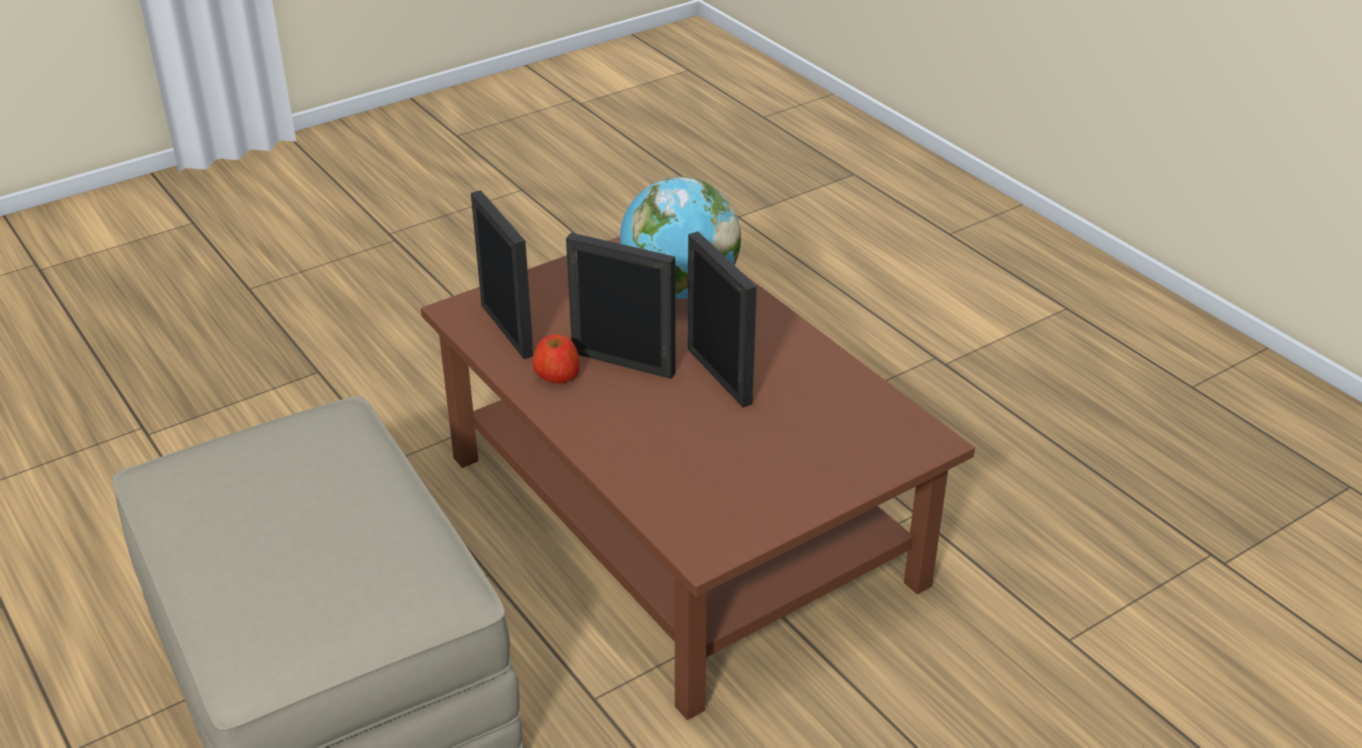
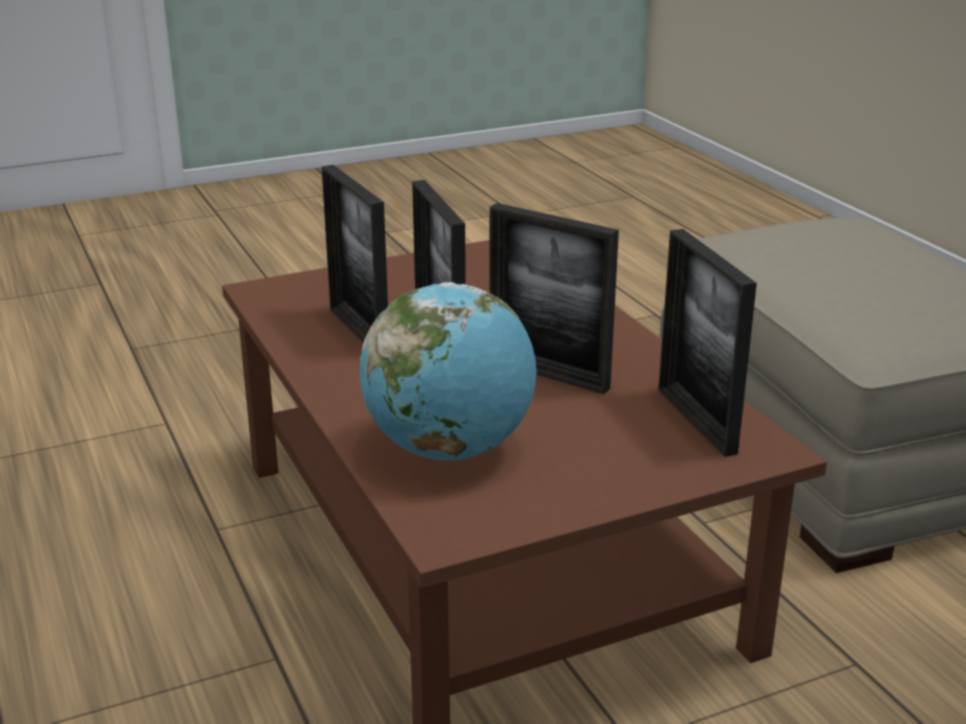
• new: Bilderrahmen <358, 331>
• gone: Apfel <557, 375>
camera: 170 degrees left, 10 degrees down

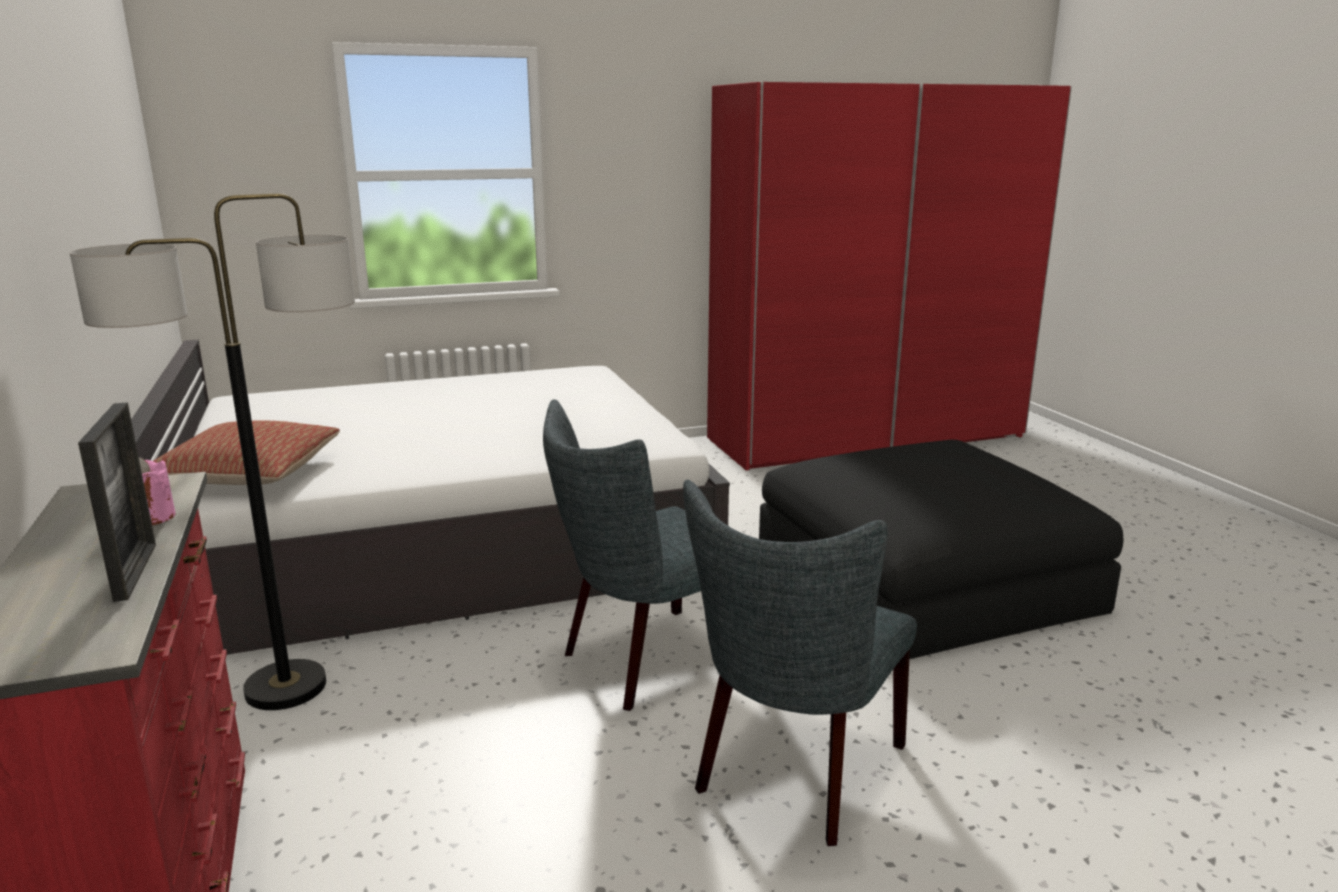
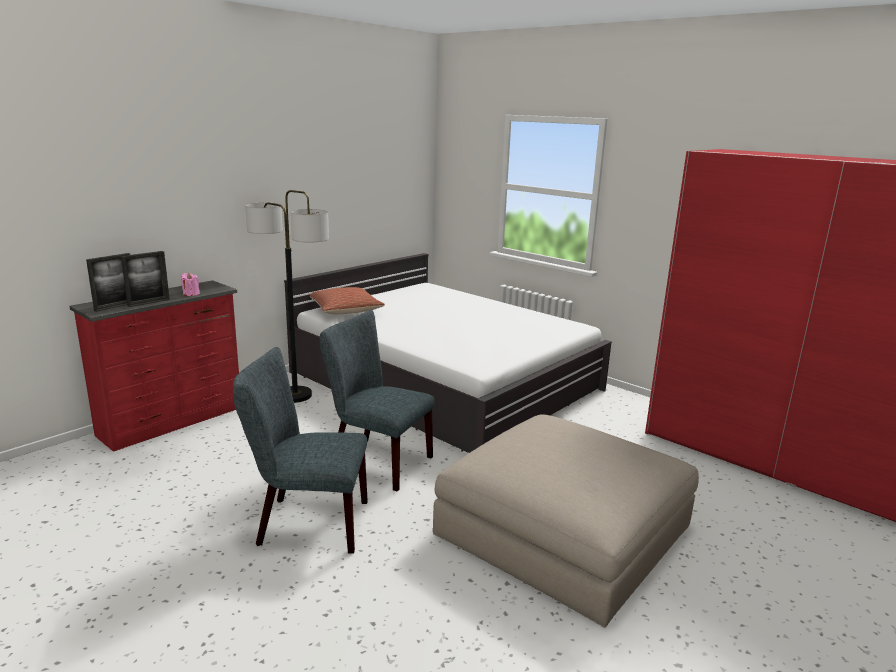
• new: Bilderrahmen <115, 306>
• repainted: Polsterhocker/schwarz <923, 578> to Polsterhocker/beige <563, 530>
camera: 60 degrees right, 0 degrees up

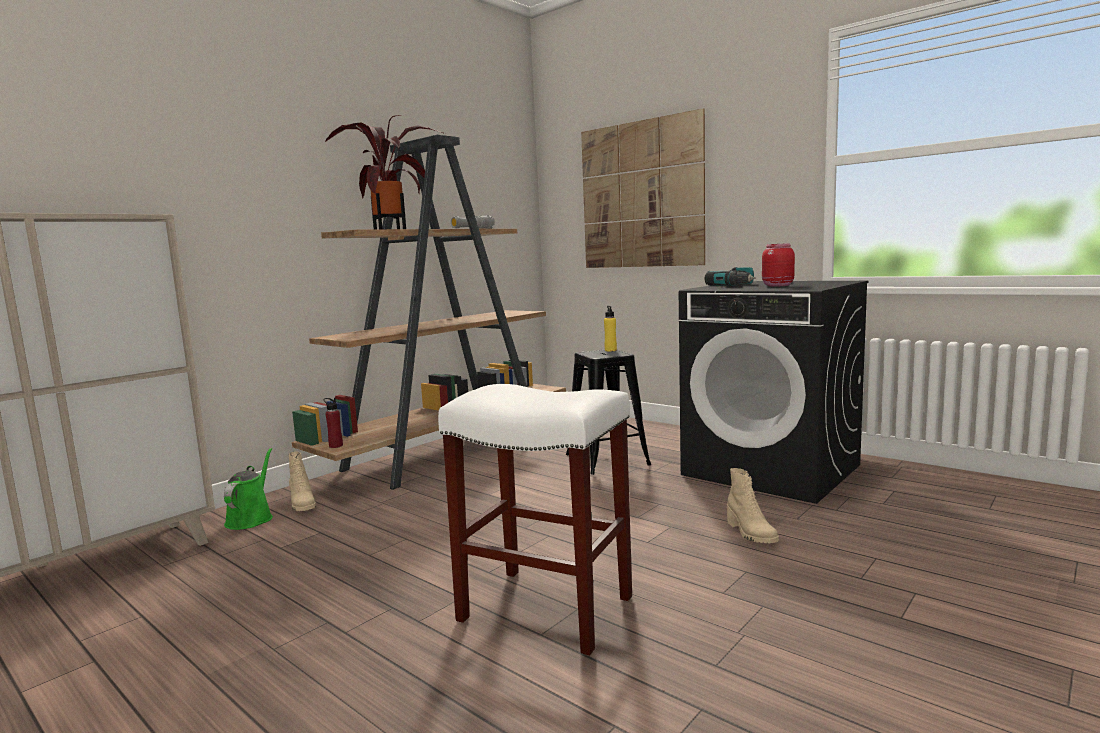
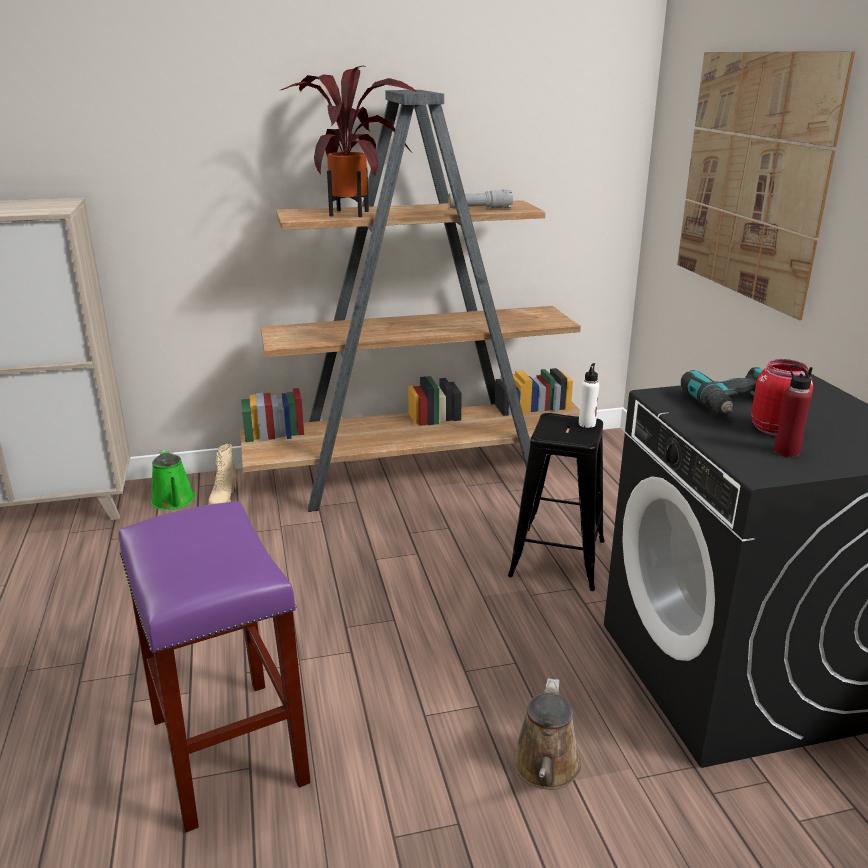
• repainted: Hocker/weiß <543, 608> to Hocker/lila <226, 748>
• rotated: Gießkanne/grün <251, 518> = <174, 501> 120 degrees clockwise
• swapped: Stiefel/beige <750, 533> to Gießkanne/braun <546, 769>
• repainted: Flasche/gelb <610, 350> to Flasche/weiß <587, 424>
• shifted: Flasche/rot <336, 446> to <786, 451>
camera: 35 degrees right, 15 degrees up

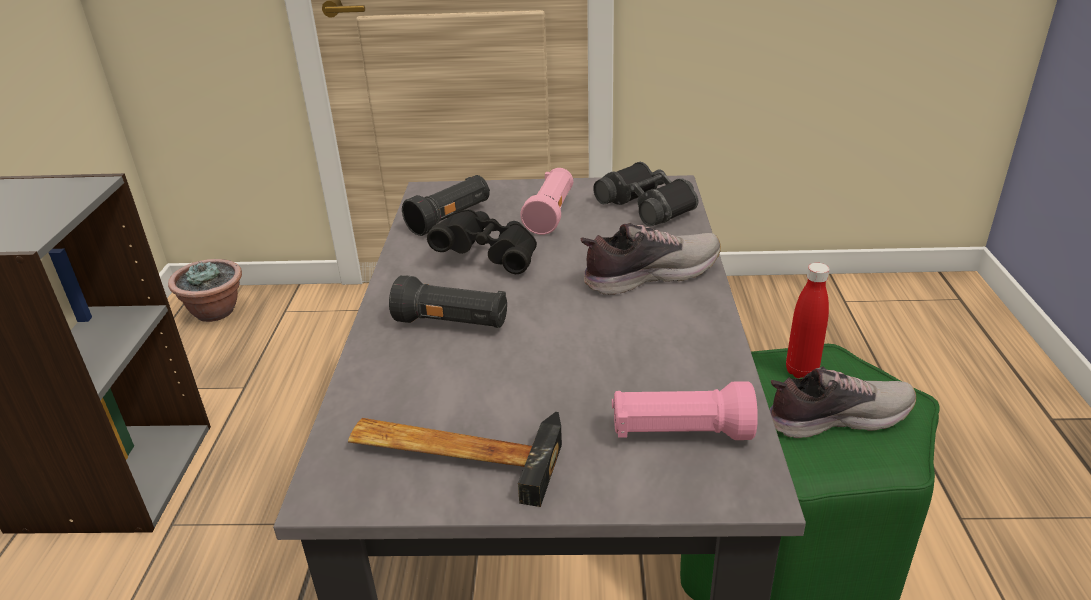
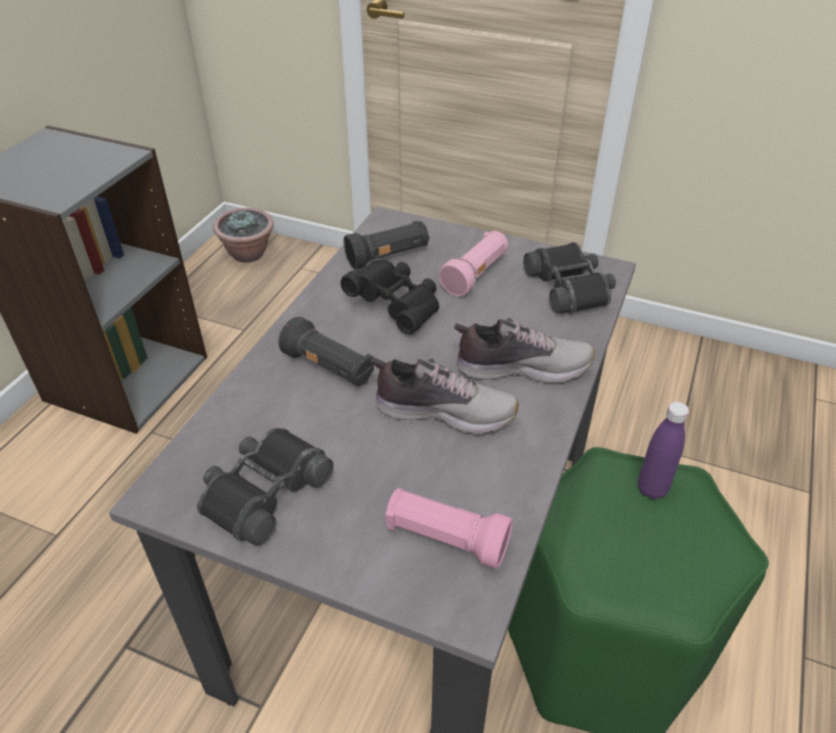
• swapped: Hammer <454, 450> to Fernglas/schwarz <264, 491>
• shifted: Schuh <835, 417> to <444, 410>
• repainted: Flasche/rot <801, 371> to Flasche/lila <652, 489>
camera: 20 degrees right, 10 degrees up

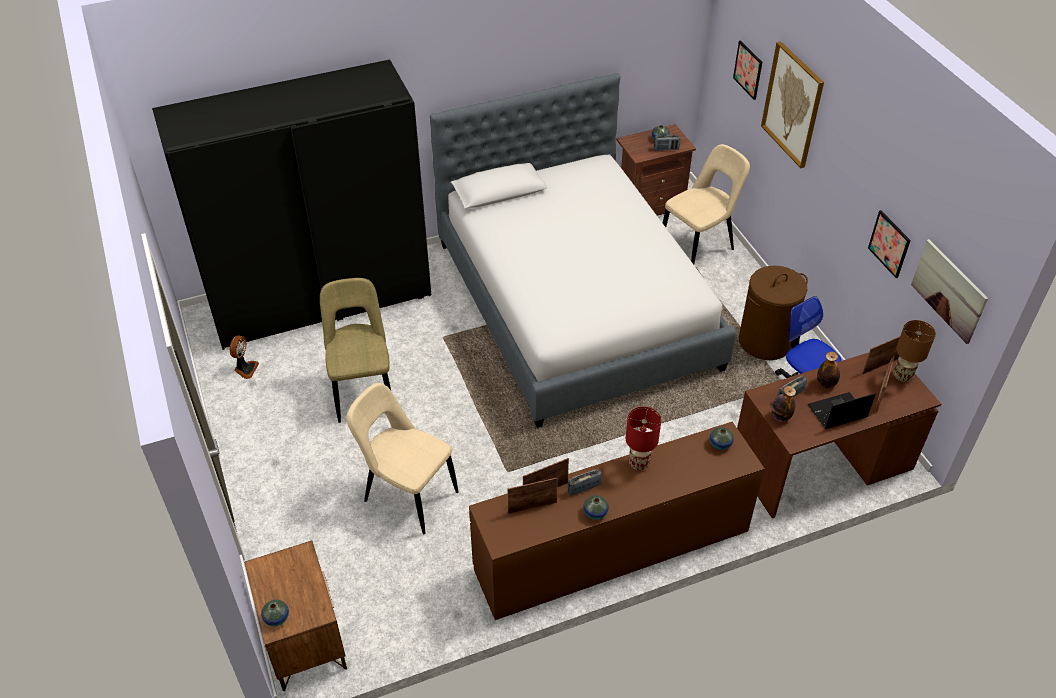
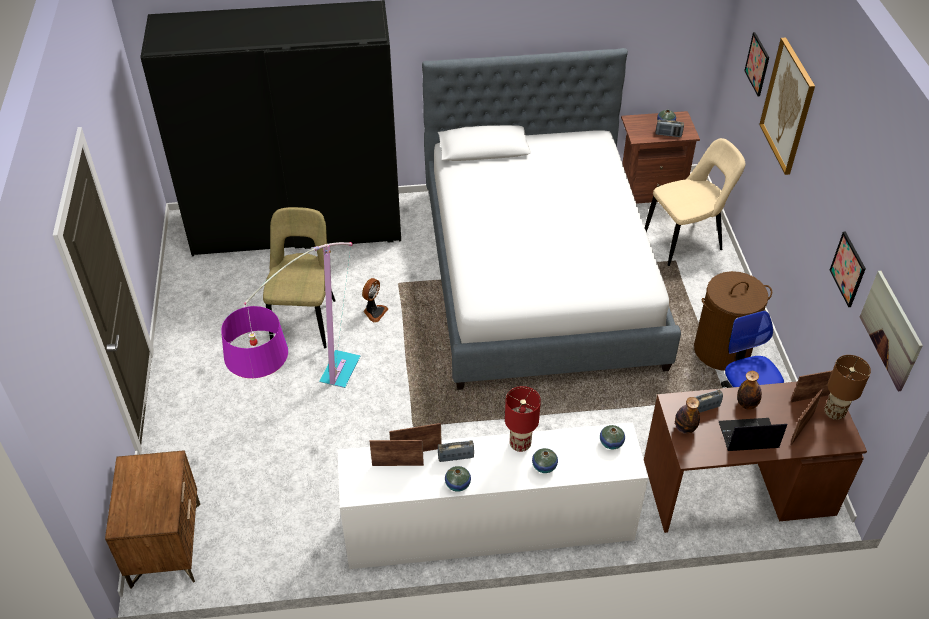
• swapped: Stuhl/beige <407, 495> to Stehlampe <310, 428>
• repainted: Kommode/braun <612, 549> to Kommode/weiß <489, 527>
• shifted: Ventilator <245, 369> to <374, 312>
• shifted: Vase <276, 618> to <544, 466>
camera: 15 degrees right, 0 degrees up

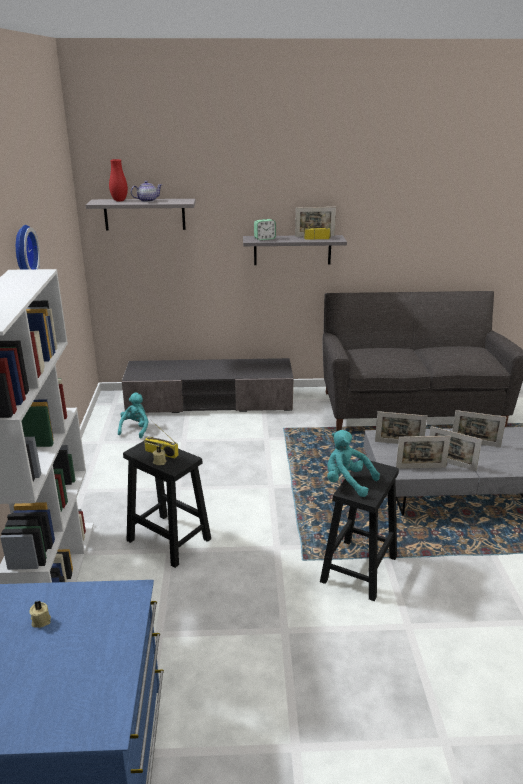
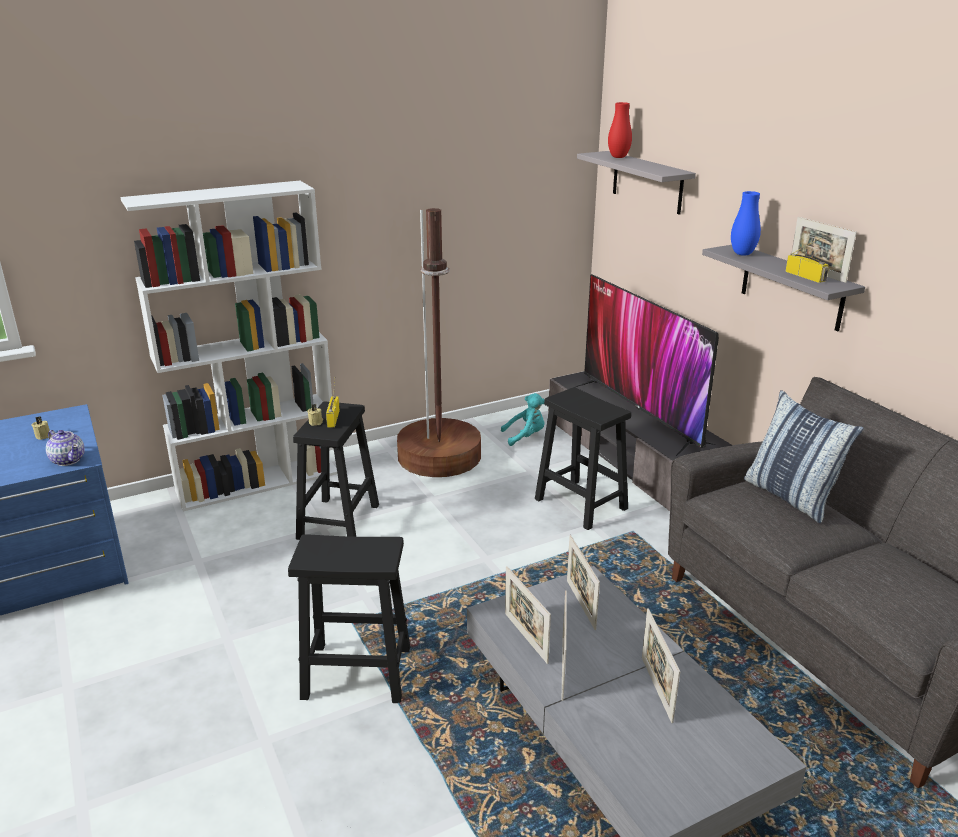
• shifted: Teekanne <147, 200> to <68, 460>
• new: Stehlampe/braun <440, 457>
• new: Hocker/schwarz <582, 504>
• new: Fernseher <641, 413>
• swapped: Wecker <264, 239> to Vase/blau <742, 254>
• new: Kissen <790, 497>
• gone: Wanduhr <22, 251>
• gone: Plüschtier/türkis <347, 482>
camera: 65 degrees right, 0 degrees up

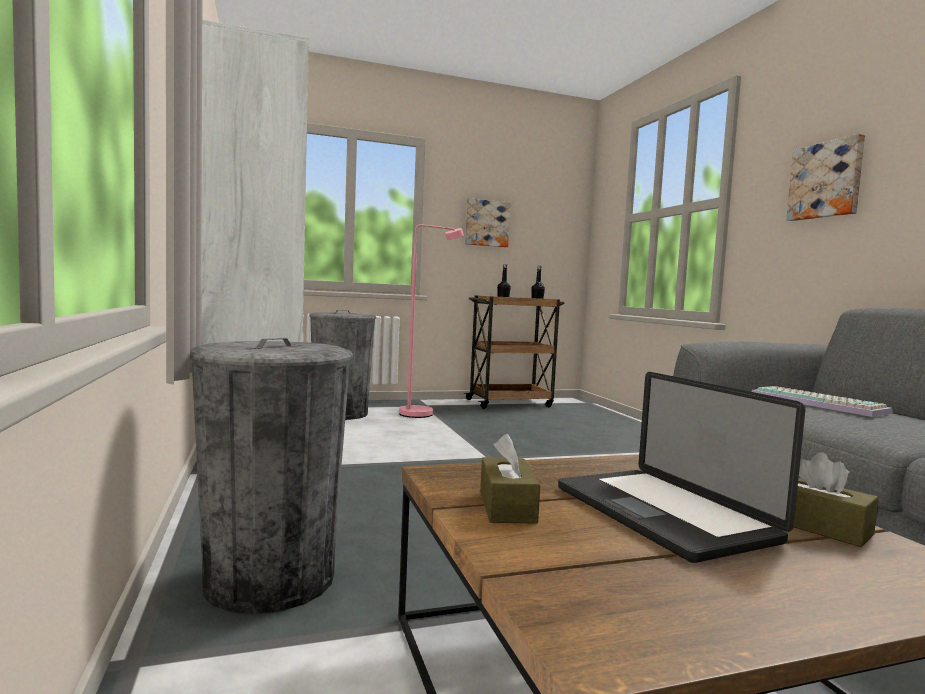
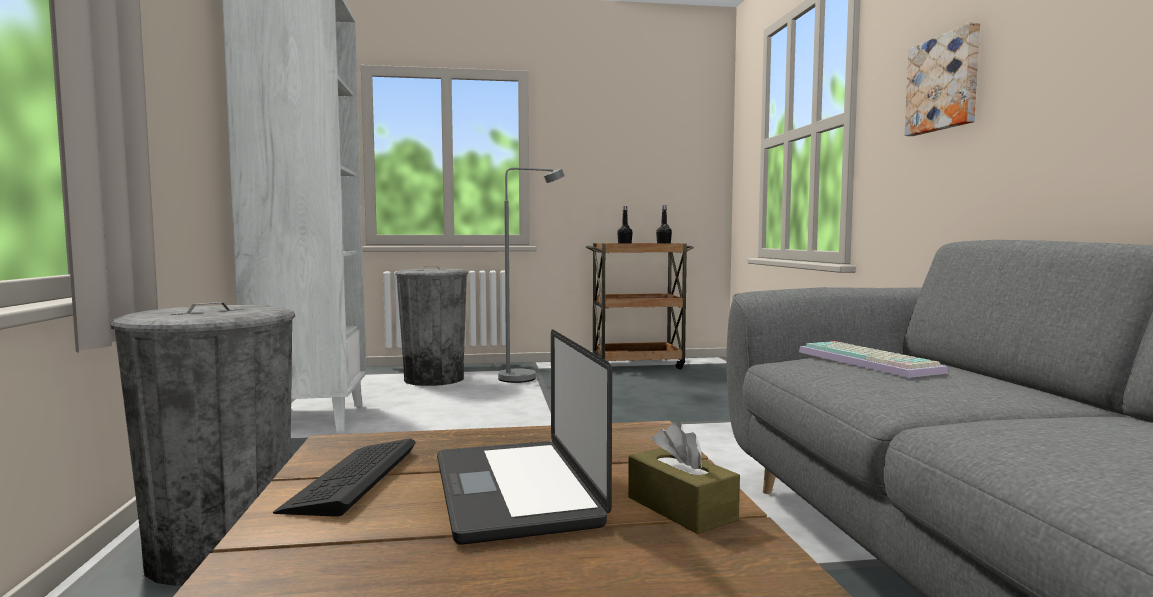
• swapped: Taschentuchbox/braun <507, 506> to Tastatur <352, 479>
• repainted: Stehlampe/rosa <424, 413> to Stehlampe/grau <527, 377>
• gone: Bild <487, 223>
camera: 10 degrees right, 0 degrees up

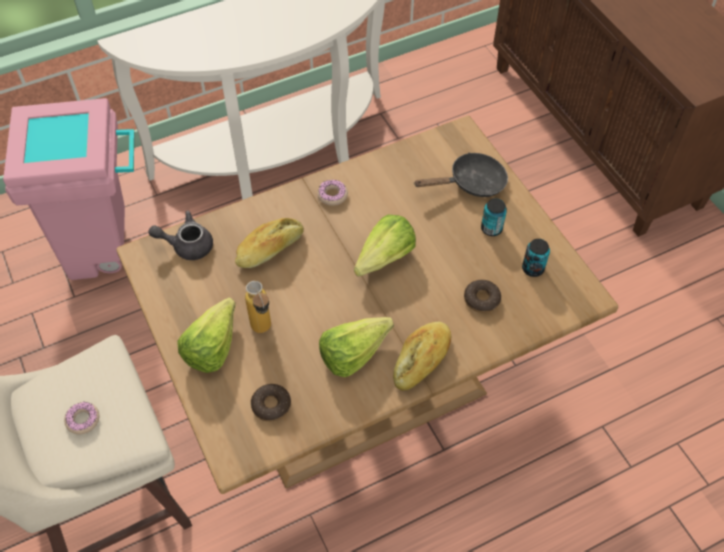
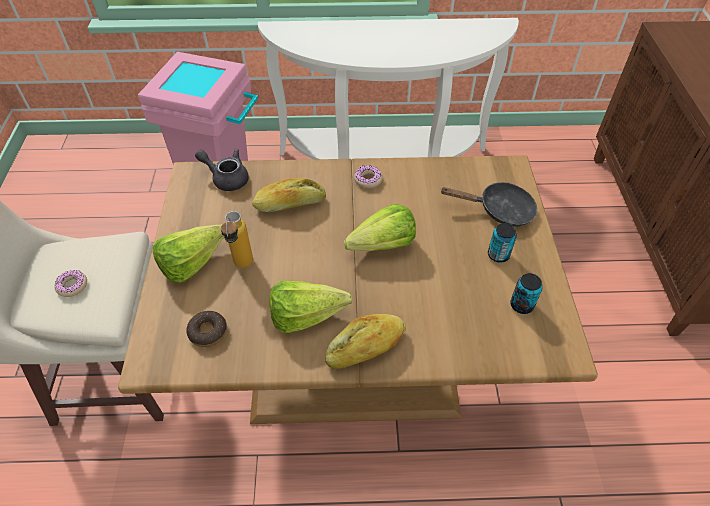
• gone: Donut <481, 299>
camera: 25 degrees right, 5 degrees down

